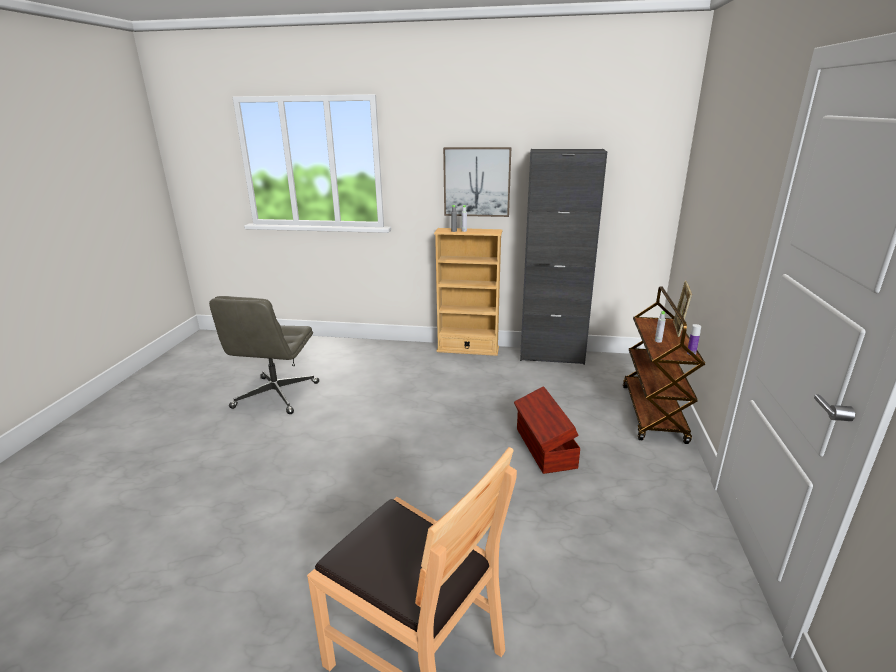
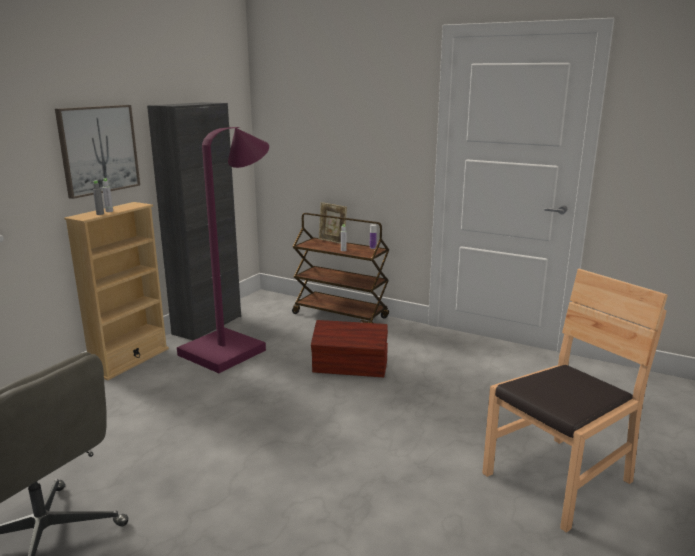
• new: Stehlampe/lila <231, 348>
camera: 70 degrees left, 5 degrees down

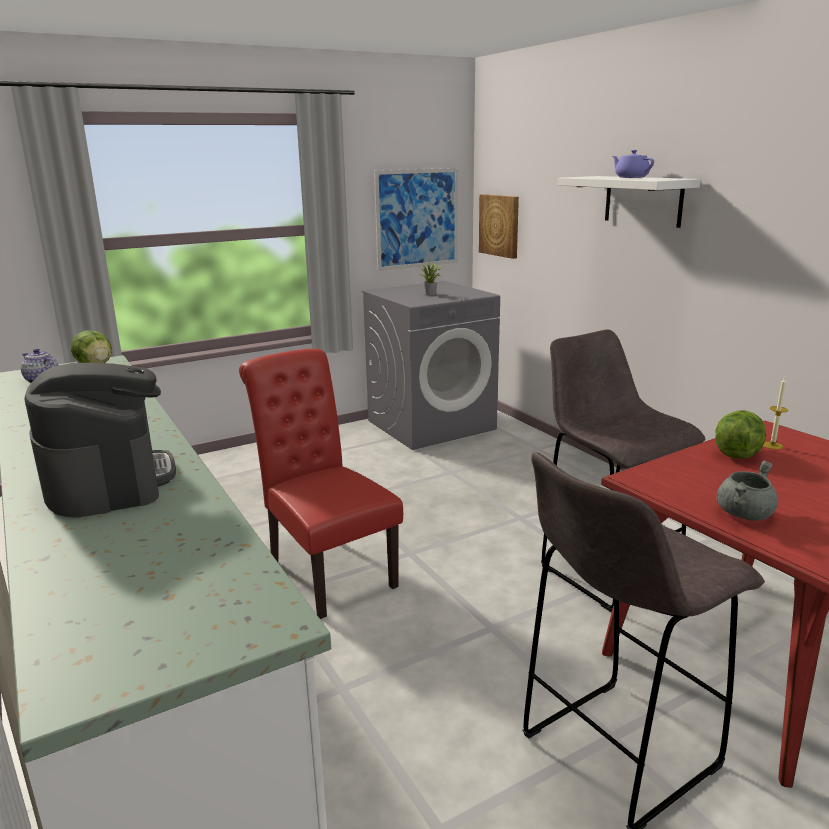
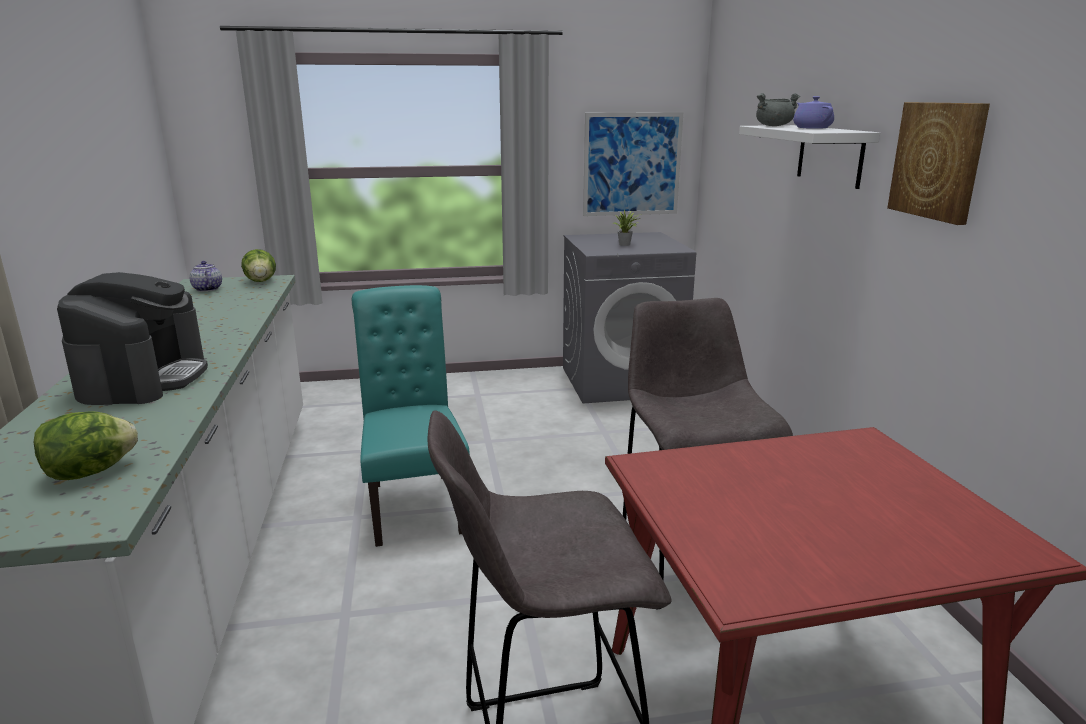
• shifted: Salatkopf <737, 454> to <90, 472>
• repainted: Stuhl/rot <326, 570> to Stuhl/türkis <415, 503>
• shifted: Kochtopf/grau <744, 514> to <774, 126>
• shifted: Bild <500, 225> to <938, 160>
• gone: Kerze <772, 445>
camera: 20 degrees right, 0 degrees up

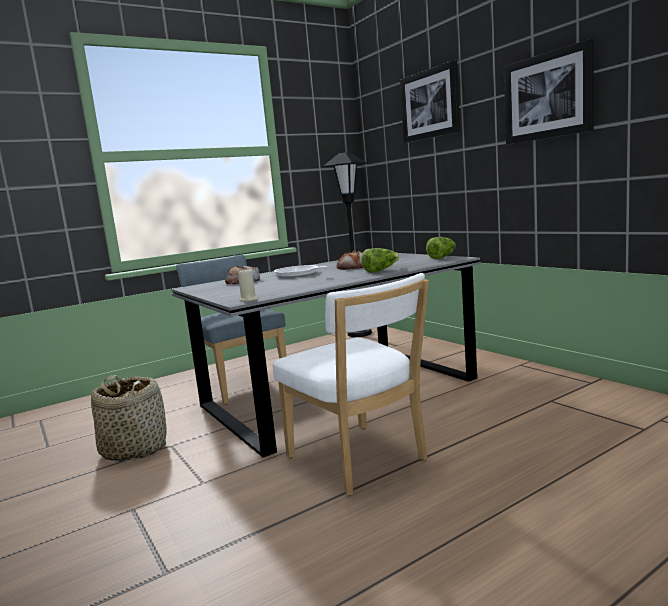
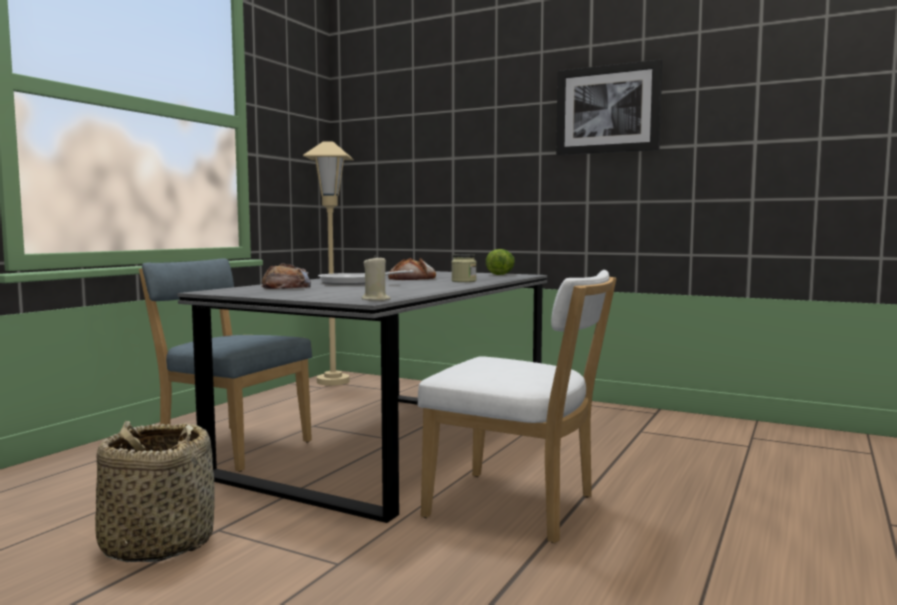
• repainted: Stehlampe/schwarz <359, 333> to Stehlampe/beige <333, 381>
• swapped: Salatkopf <380, 270> to Vorratsglas <463, 281>
• gone: Bild <430, 104>
camera: 30 degrees left, 5 degrees down

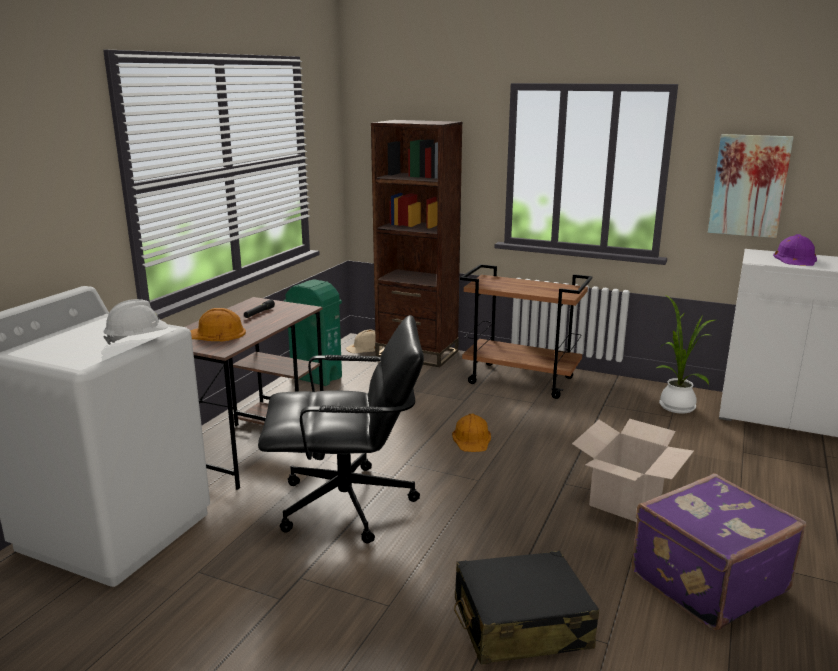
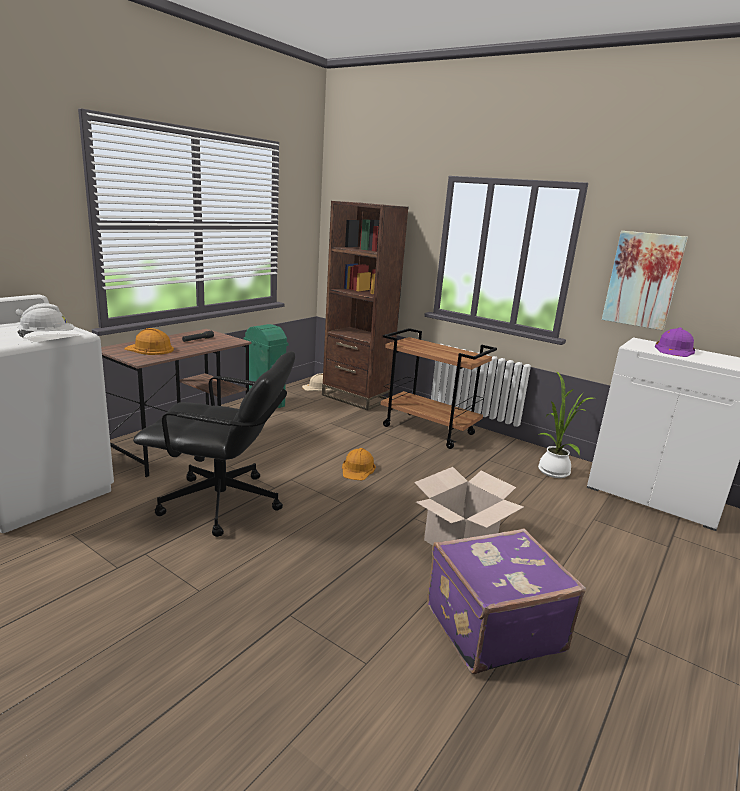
• gone: Koffer/schwarz <520, 624>
camera: 10 degrees right, 0 degrees up

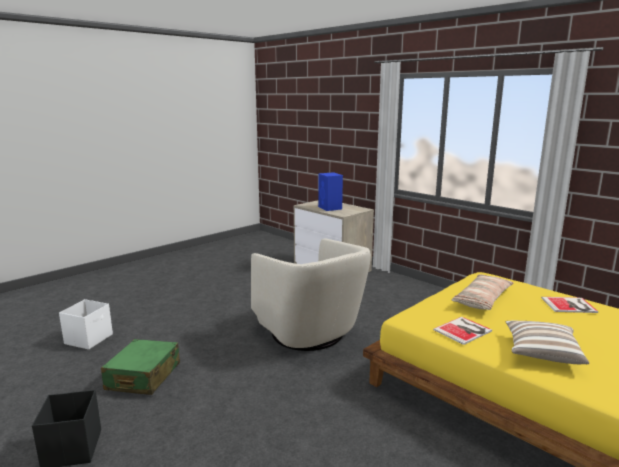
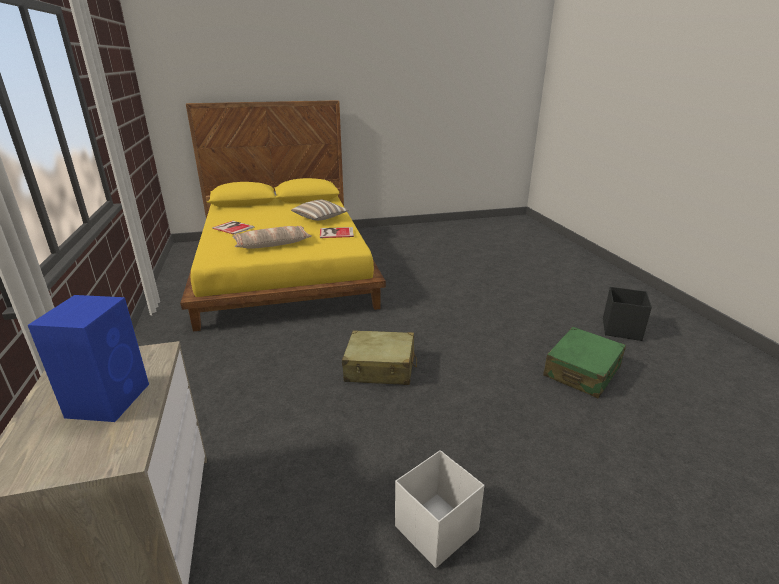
• swapped: Sessel/beige <308, 334> to Koffer/beige <380, 368>
• shifted: Aufbewahrungsbox/weiß <89, 339> to <435, 529>
camera: 150 degrees left, 10 degrees up

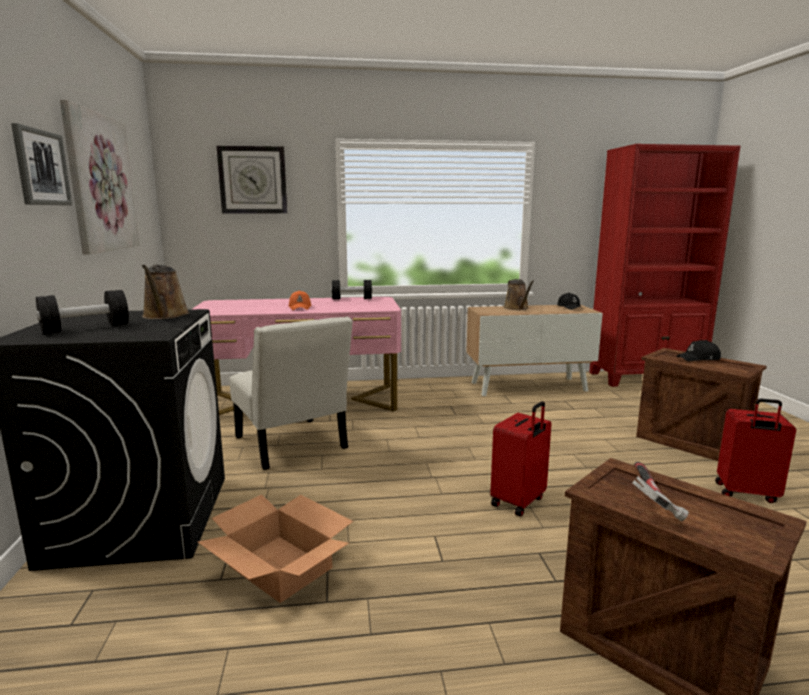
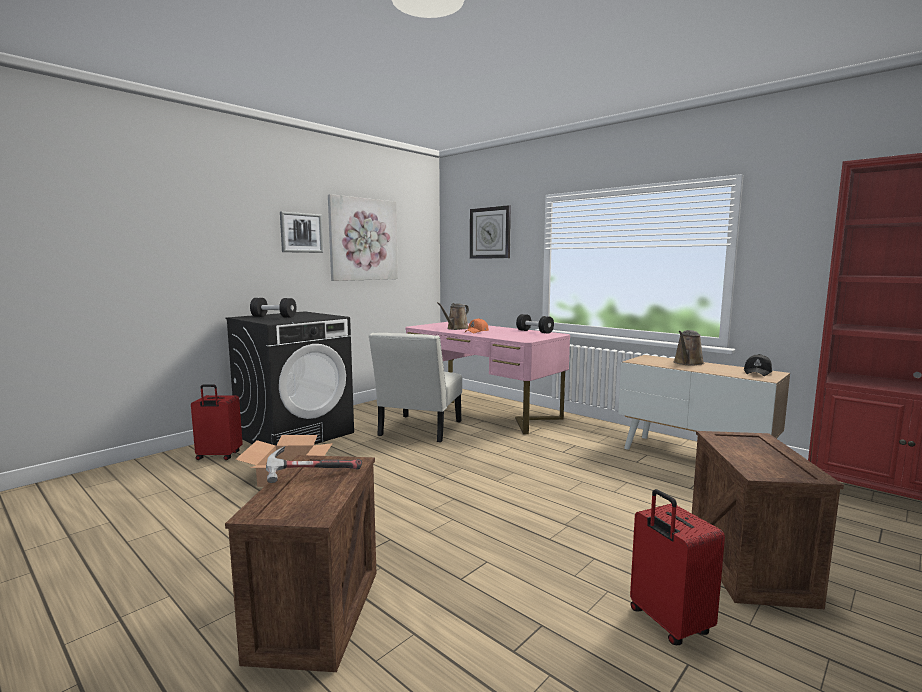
• shifted: Koffer/rot <519, 502> to <218, 456>
• shifted: Gießkanne/braun <165, 316> to <456, 328>
• gone: Kappe/schwarz <699, 358>
camera: 50 degrees right, 5 degrees down

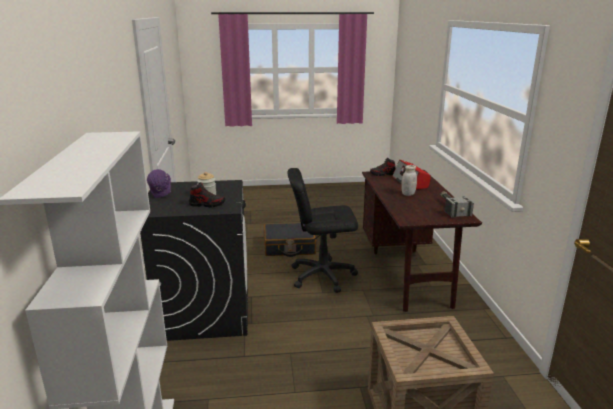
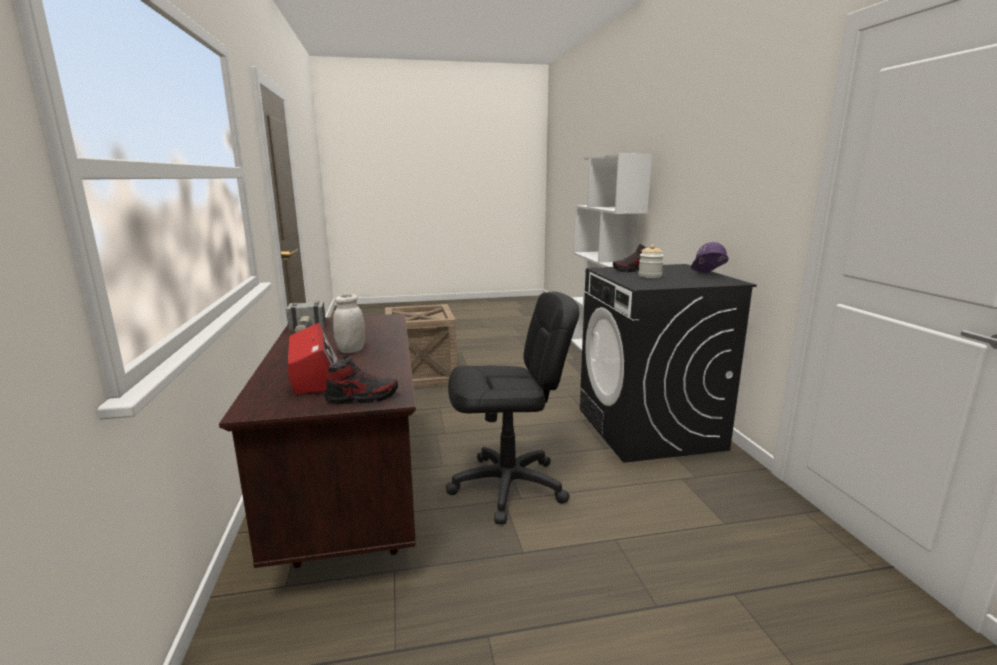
• gone: Koffer/schwarz <289, 247>
camera: 175 degrees right, 5 degrees down

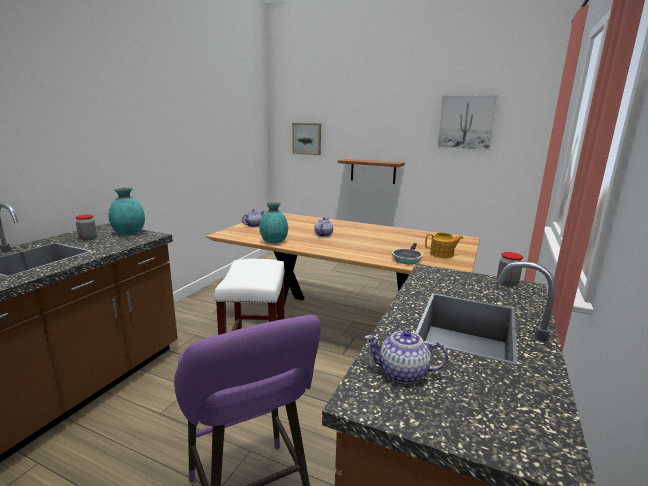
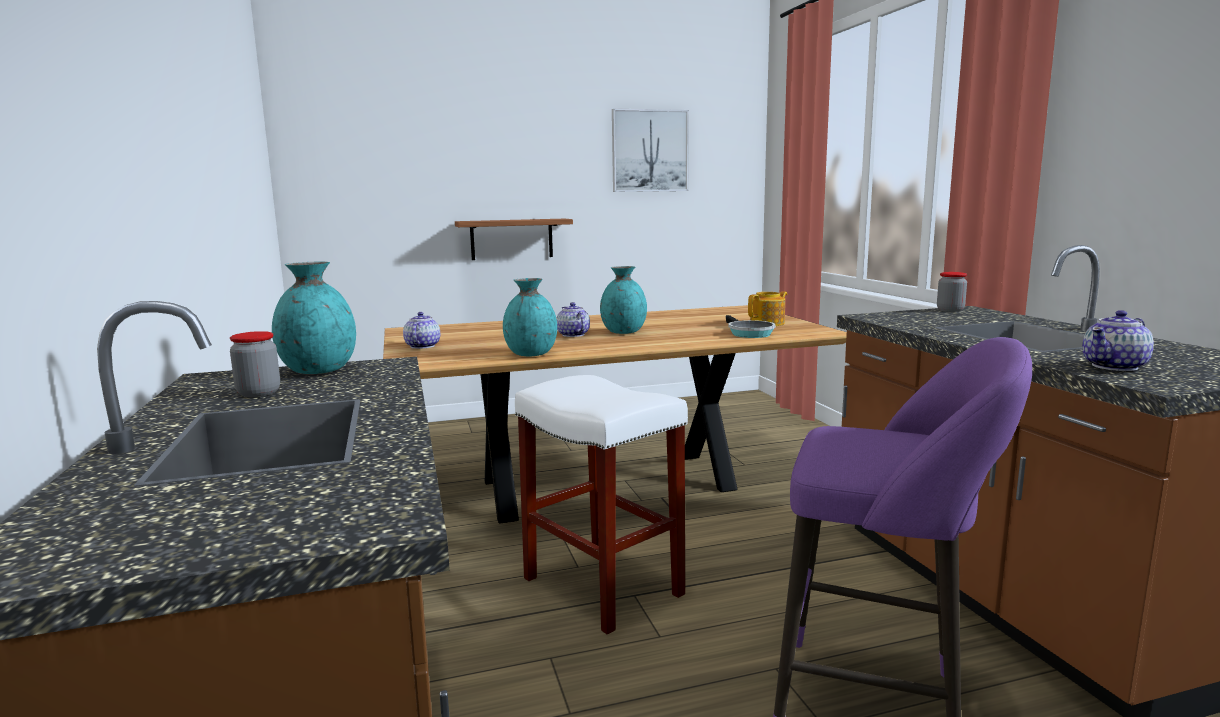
• new: Vase/türkis <623, 332>
• gone: Bild <307, 138>
camera: 40 degrees left, 5 degrees down

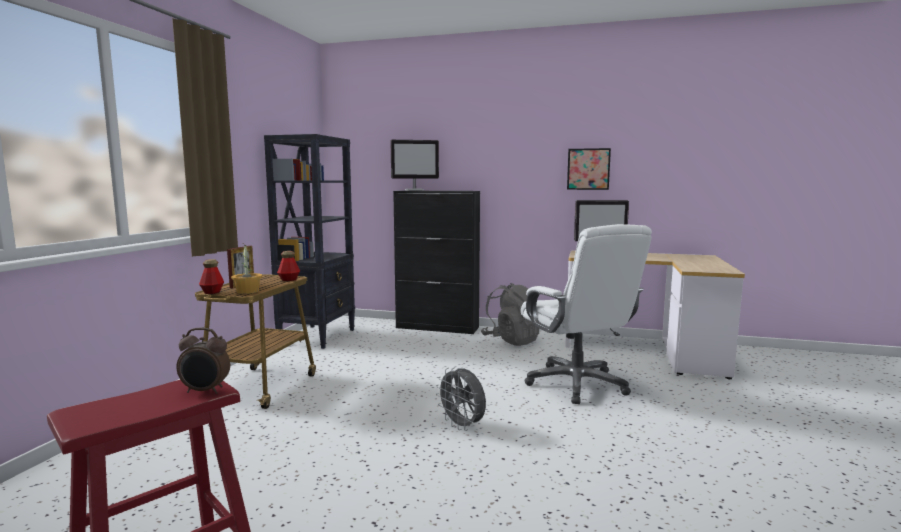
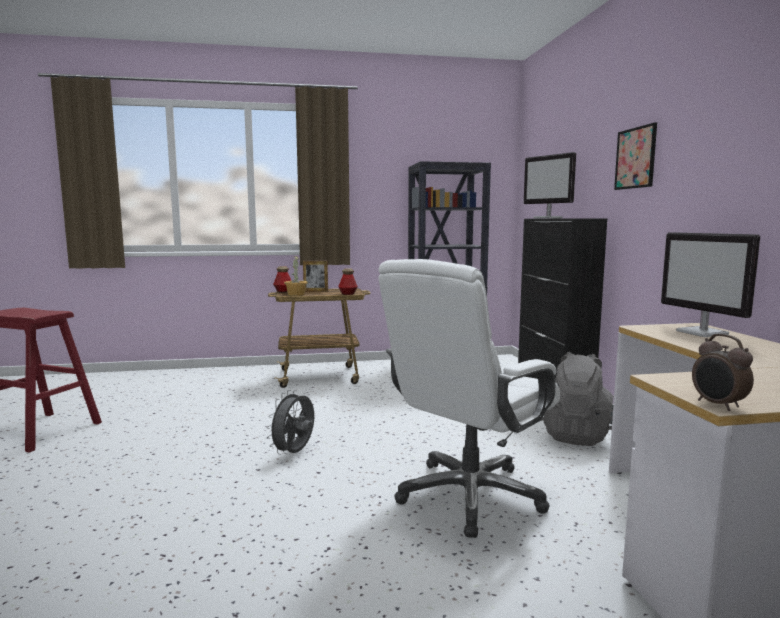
• shifted: Bild <588, 169> to <635, 158>
• shifted: Wecker <205, 391> to <718, 405>
camera: 65 degrees right, 0 degrees up

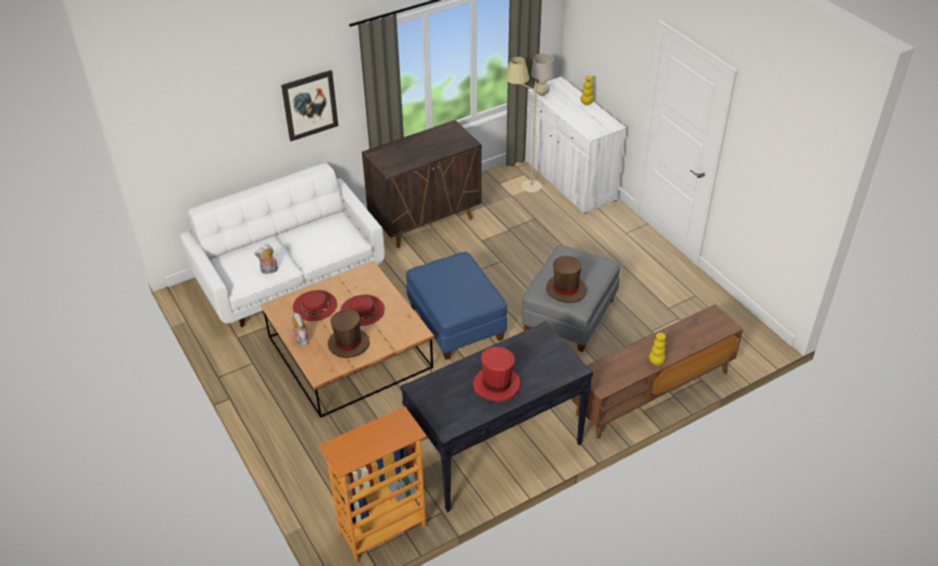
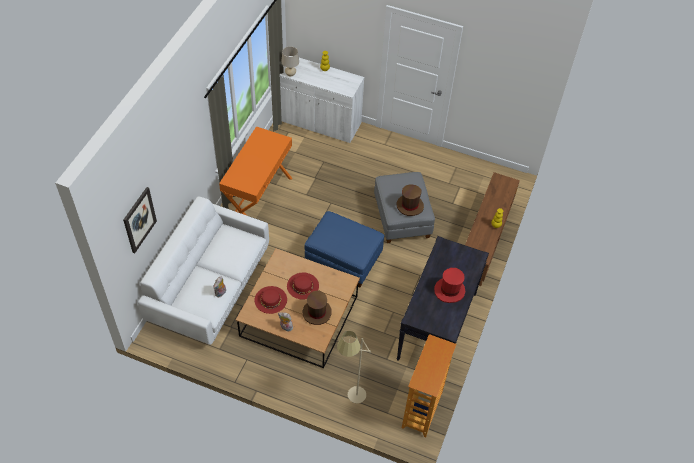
• shifted: Bild <310, 105> to <139, 220>
• swapped: Schrank/braun <426, 221> to Konsolentisch/orange <258, 199>
• shifted: Stehlampe/beige <522, 187> to <350, 400>
camera: 40 degrees left, 10 degrees up

